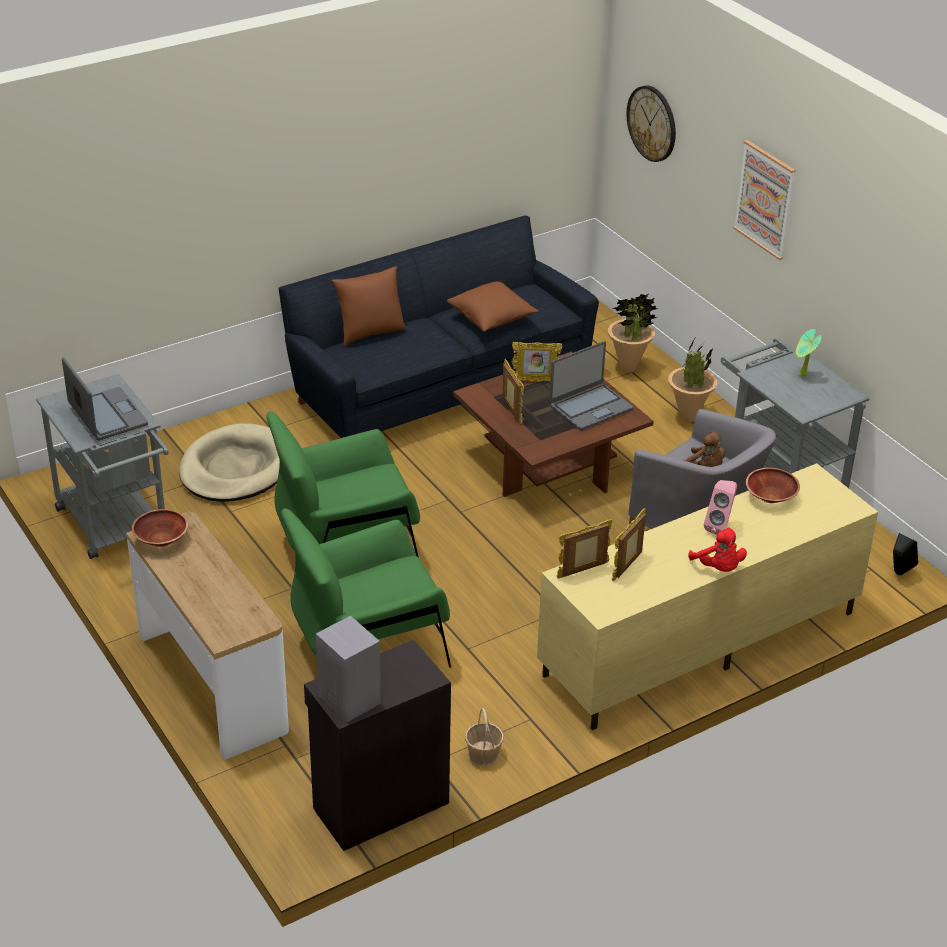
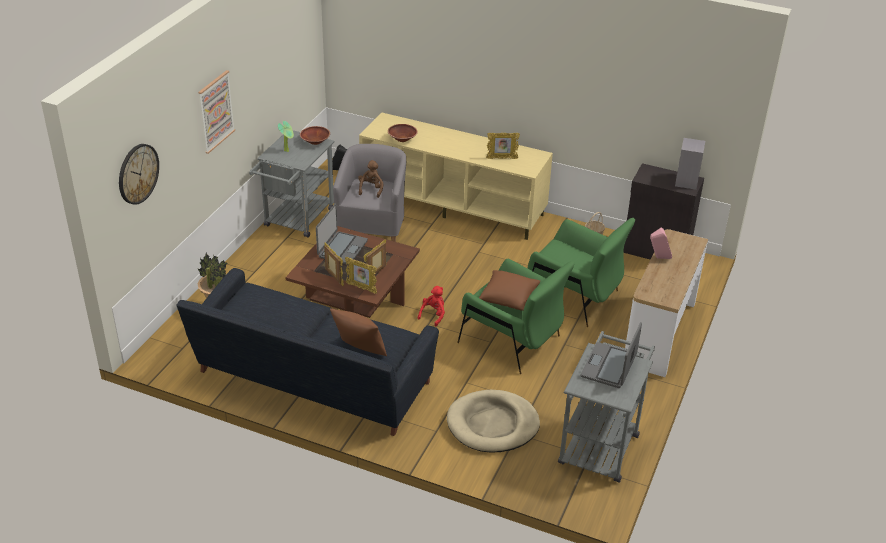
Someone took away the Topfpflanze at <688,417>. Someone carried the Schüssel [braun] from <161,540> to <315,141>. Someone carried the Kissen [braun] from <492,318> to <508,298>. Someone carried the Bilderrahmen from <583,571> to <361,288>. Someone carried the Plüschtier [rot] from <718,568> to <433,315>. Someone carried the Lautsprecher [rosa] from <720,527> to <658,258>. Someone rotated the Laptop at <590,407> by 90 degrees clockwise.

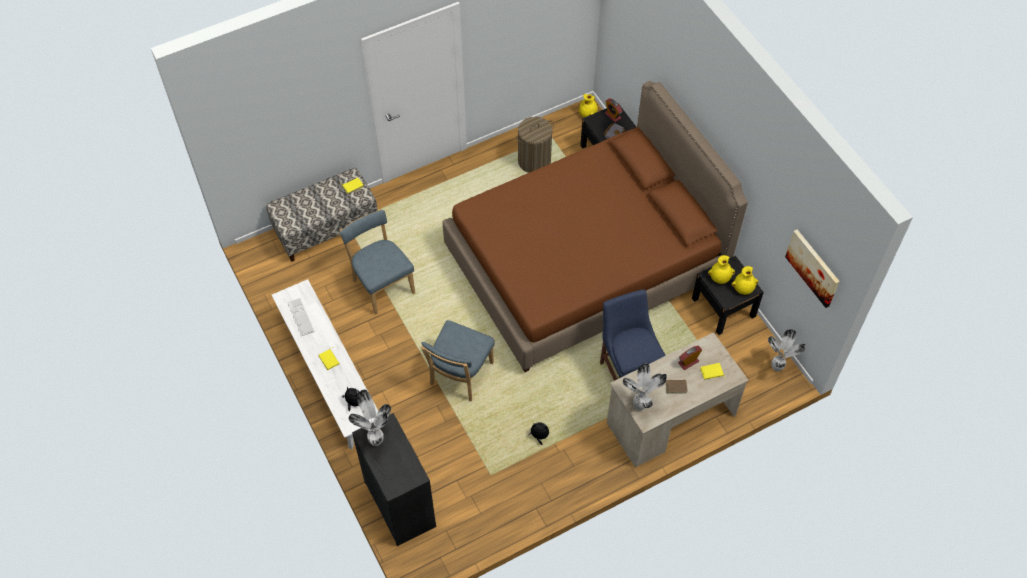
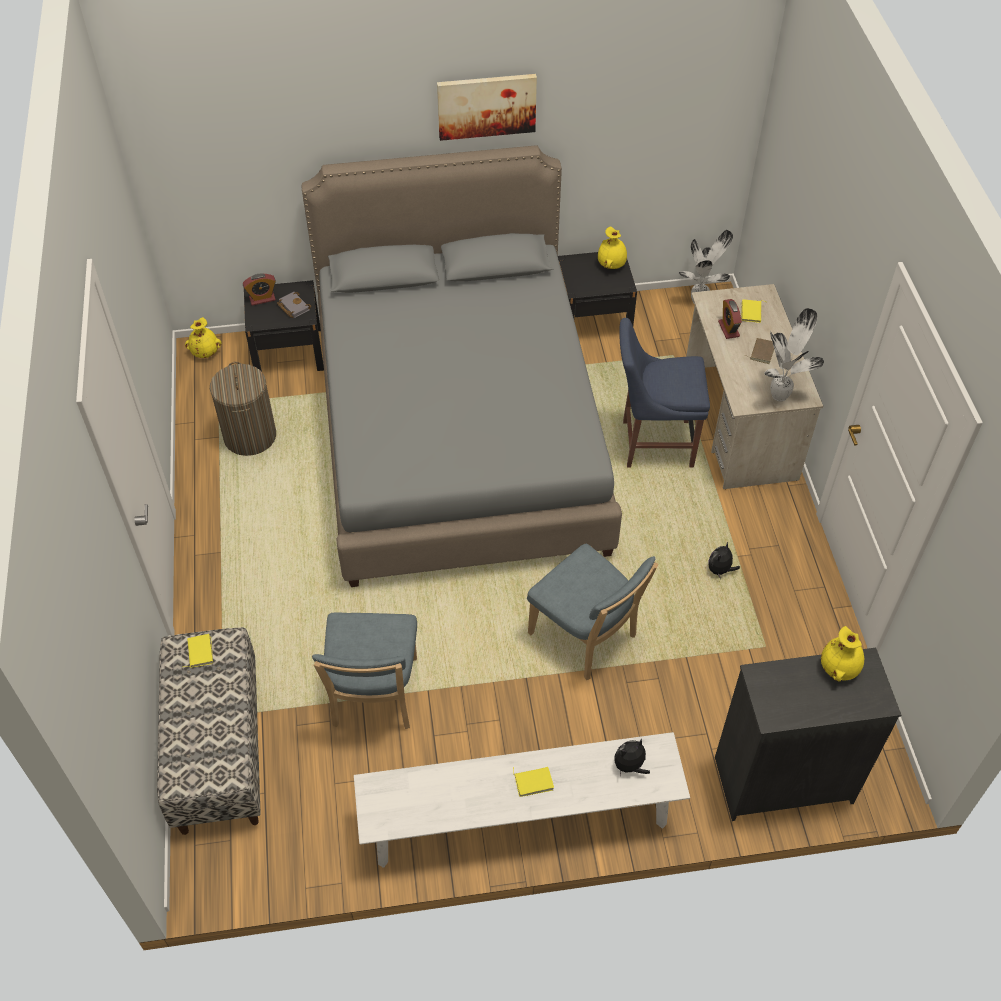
Someone took away the Tastatur at <300,317>. Someone took away the Topfpflanze at <375,439>. Someone carried the Vase [gelb] from <720,278> to <839,668>. Someone carried the Bild from <813,267> to <486,105>. Someone repainted the Bett [braun] at <584,263>, which became the Bett [grau] at <458,434>. Someone rotated the Stuhl [blau] at <382,285> by 75 degrees counterclockwise.

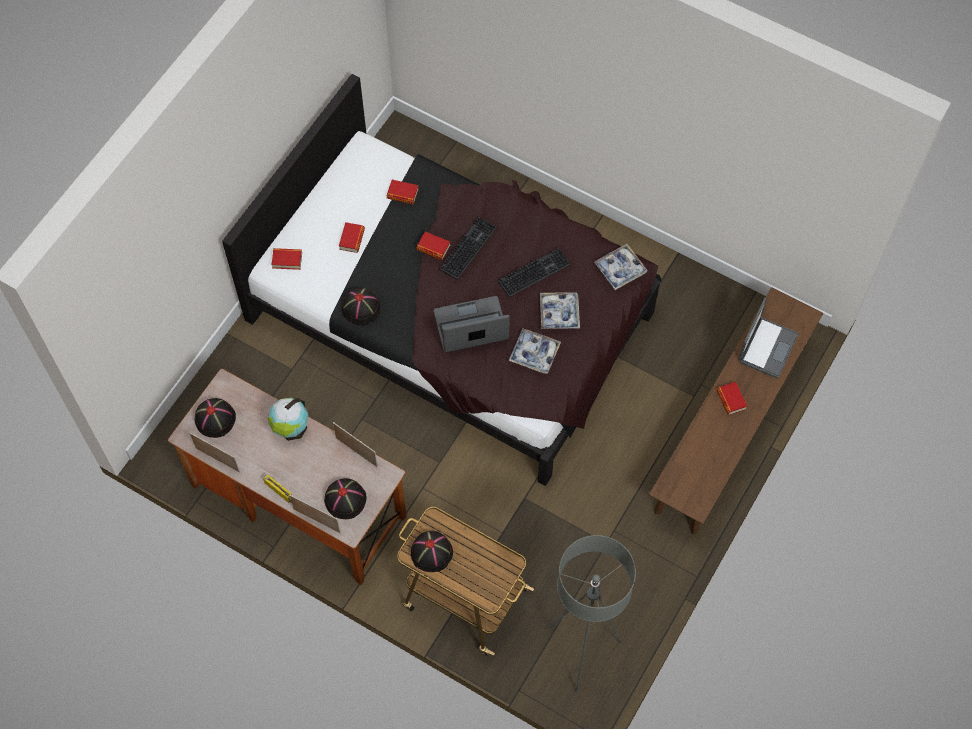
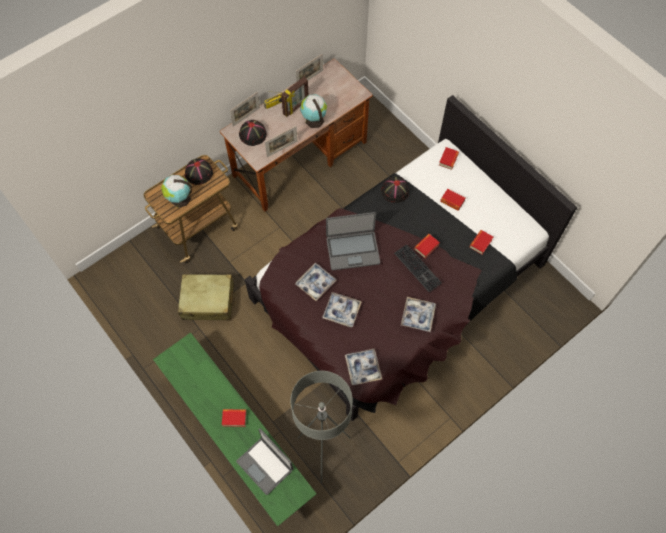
Someone took away the Hut [schwarz] at <215,418>. Someone took away the Tastatur at <534,271>. Someone put down the Globus at <179,199>. Someone put down the Koffer [beige] at <208,301>. Someone put down the Bilderrahmen at <296,107>. Someone put down the Tablett at <418,316>. Someone carried the Stehlampe [grau] from <581,652> to <324,452>. Someone repainted the Bank [braun] at <729,428>, which became the Bank [grün] at <237,436>. Someone rotated the Laptop at <471,327> by 75 degrees clockwise.

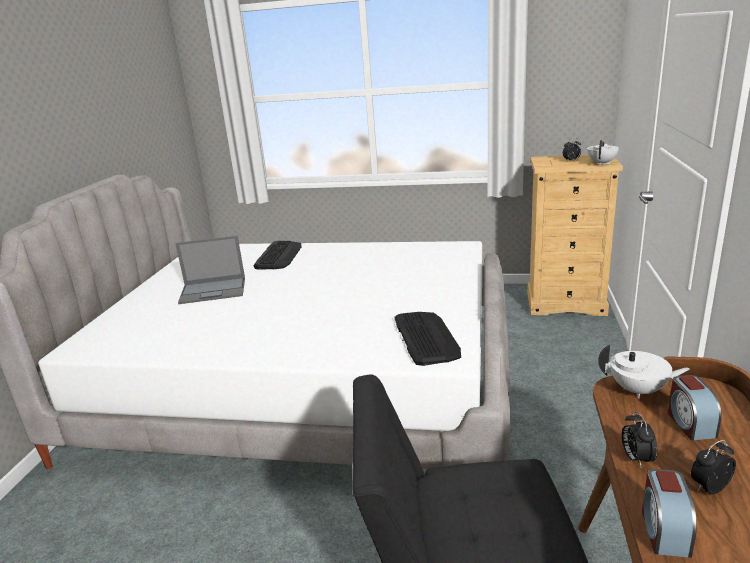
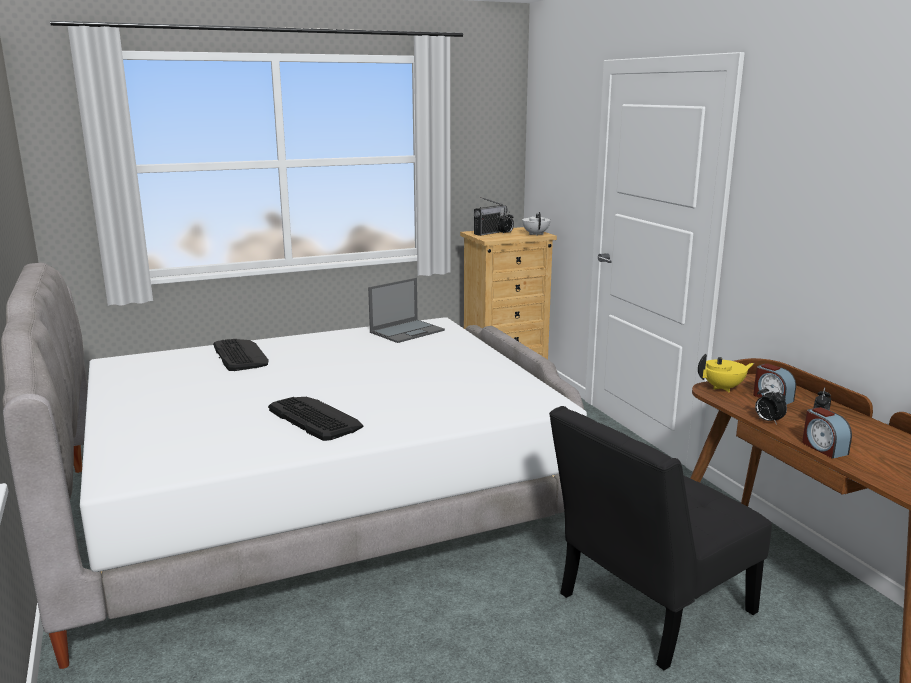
Someone put down the Radio at <489,233>. Someone carried the Laptop from <214,290> to <407,331>. Someone carried the Tastatur from <426,337> to <314,418>. Someone repainted the Teekanne [weiß] at <638,390>, which became the Teekanne [gelb] at <723,388>.

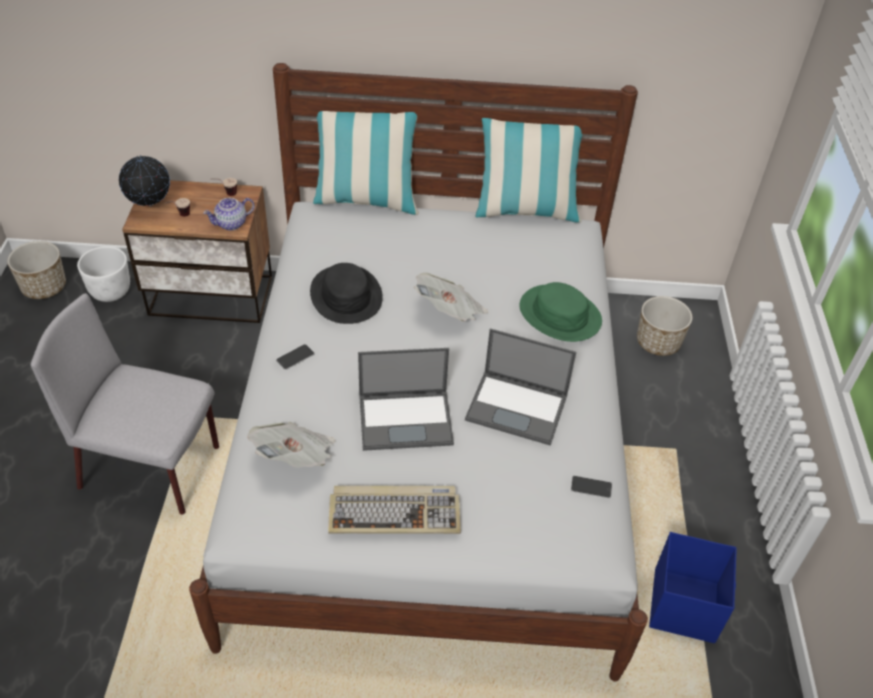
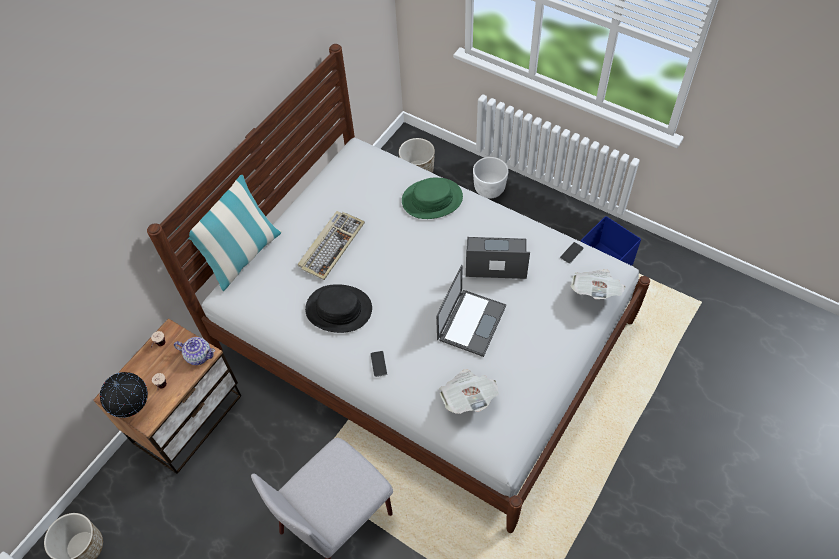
Someone took away the Kissen at <525,210>. Someone carried the Pflanzkübel [weiß] from <111,292> to <489,190>. Someone carried the Tastatur from <395,512> to <331,245>. Someone carried the Zeitung from <450,312> to <595,291>. Someone rotated the Teekanne at <231,223> by 75 degrees counterclockwise. Someone rotated the Laptop at <518,407> by 135 degrees counterclockwise.

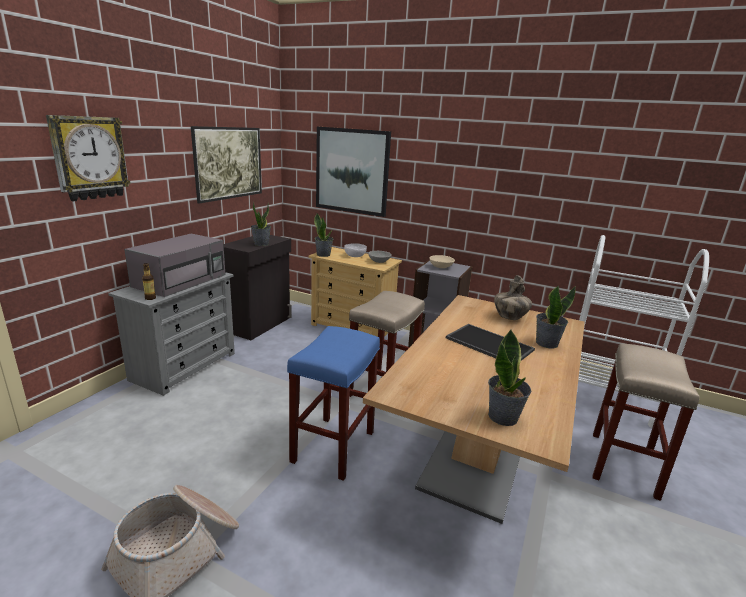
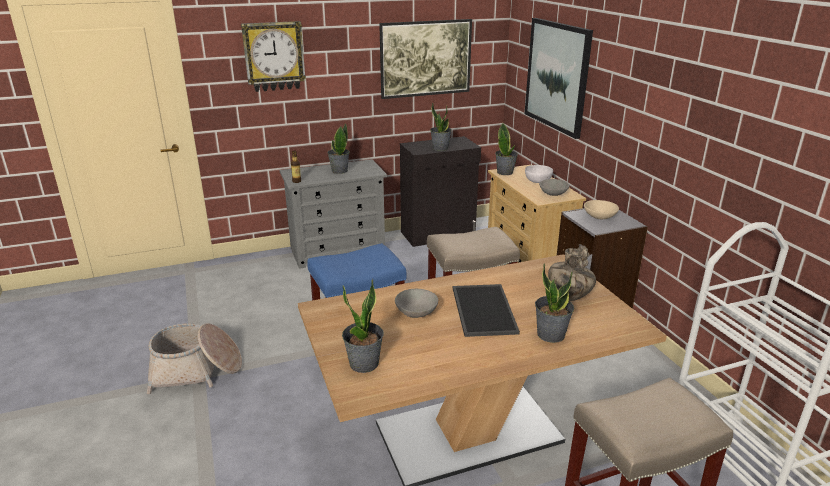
Someone put down the Schüssel [grau] at <416,312>. Someone swapped the Mikrowelle [grau] at <181,280> for the Topfpflanze at <339,171>.

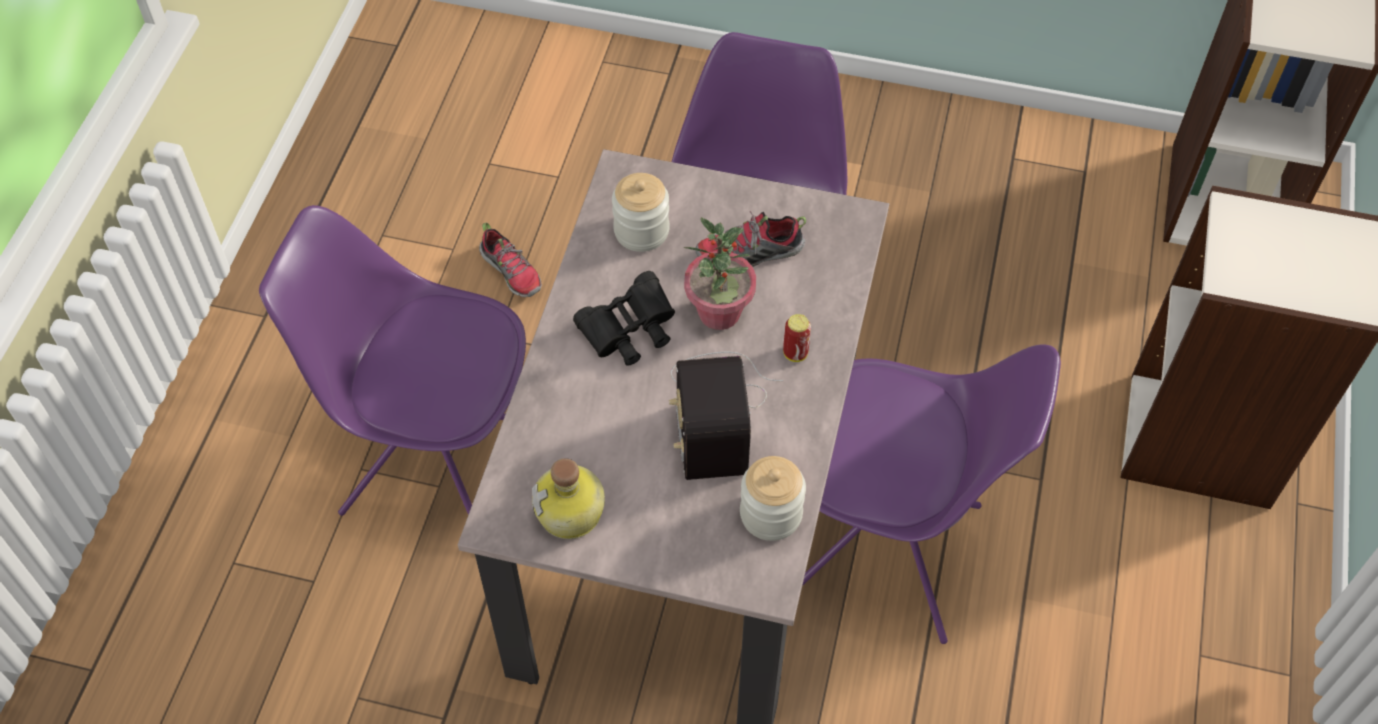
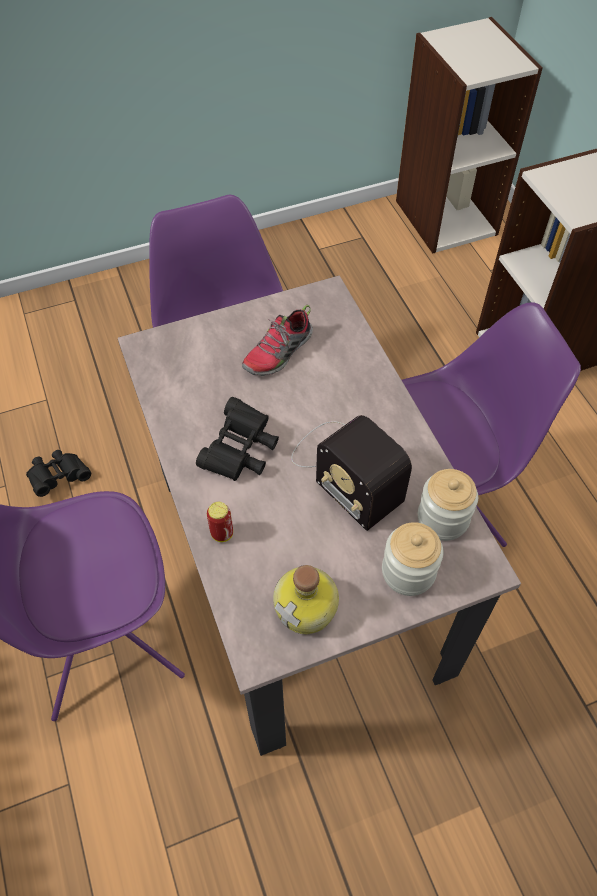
Someone took away the Topfpflanze at <719,313>. Someone carried the Vorratsglas from <641,231> to <408,571>. Someone carried the Dose from <795,353> to <222,533>. Someone swapped the Schuh at <512,271> for the Fernglas [schwarz] at <59,477>.

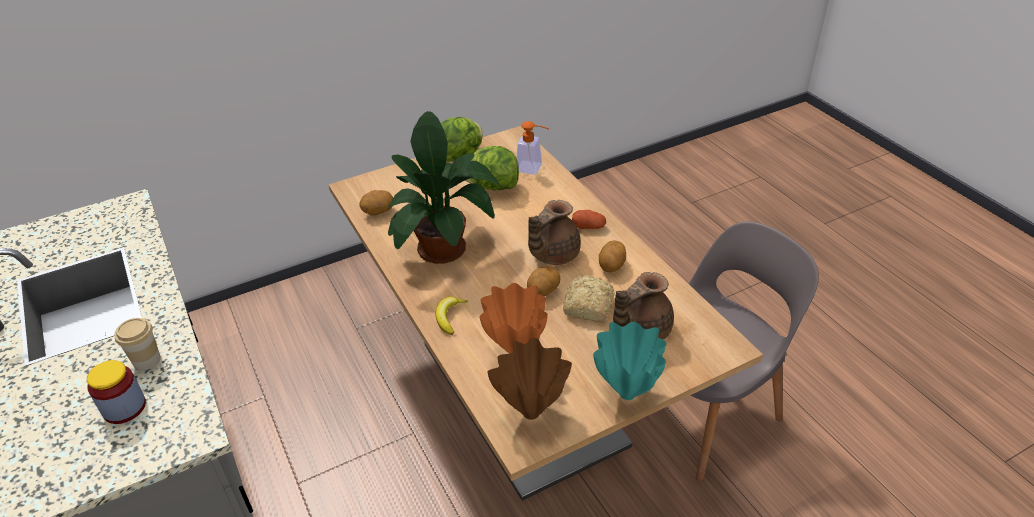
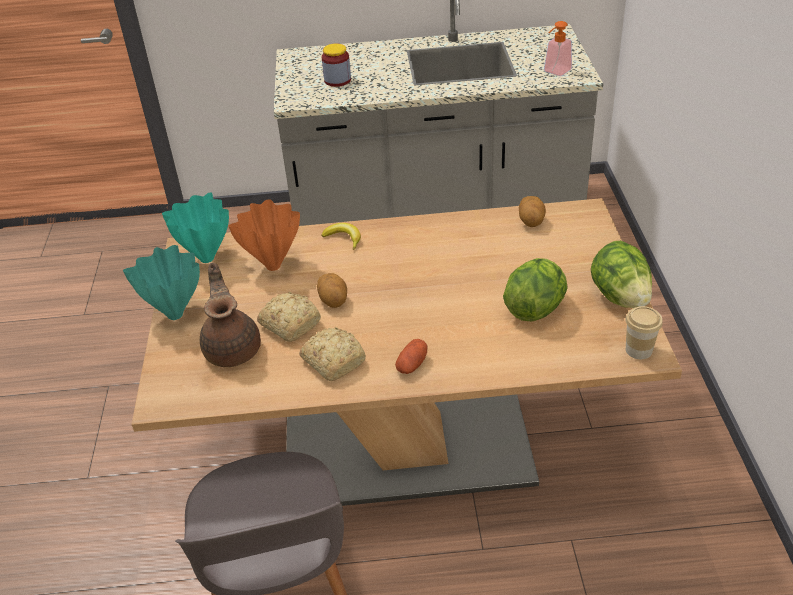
Someone took away the Topfpflanze at <444,245>. Someone took away the Teekanne [braun] at <552,254>. Someone carried the Tasse from <147,360> to <638,350>. Someone carried the Seifenspender from <533,169> to <555,72>. Someone swapped the Kartoffel at <612,266> for the Brot at <333,360>. Someone repainted the Vase [braun] at <532,412>, which became the Vase [türkis] at <206,259>.

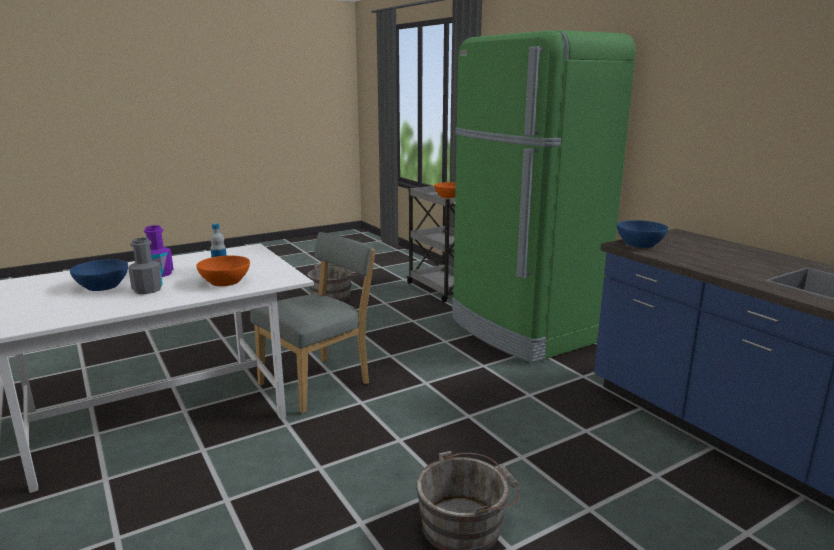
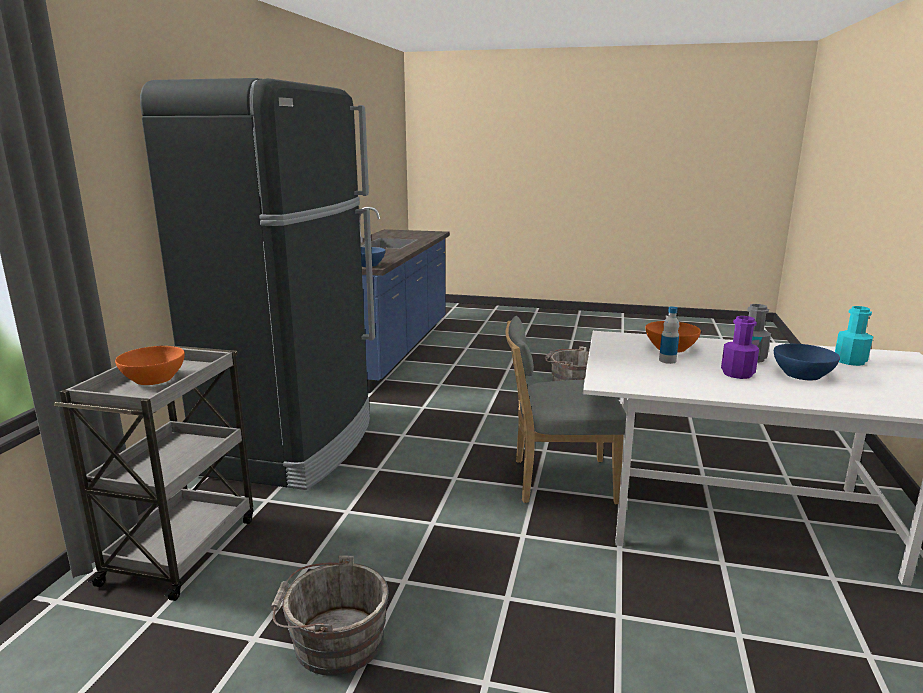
Someone put down the Flasche [türkis] at <850,361>. Someone repainted the Kühlschrank [grün] at <523,330>, which became the Kühlschrank [schwarz] at <292,446>.

